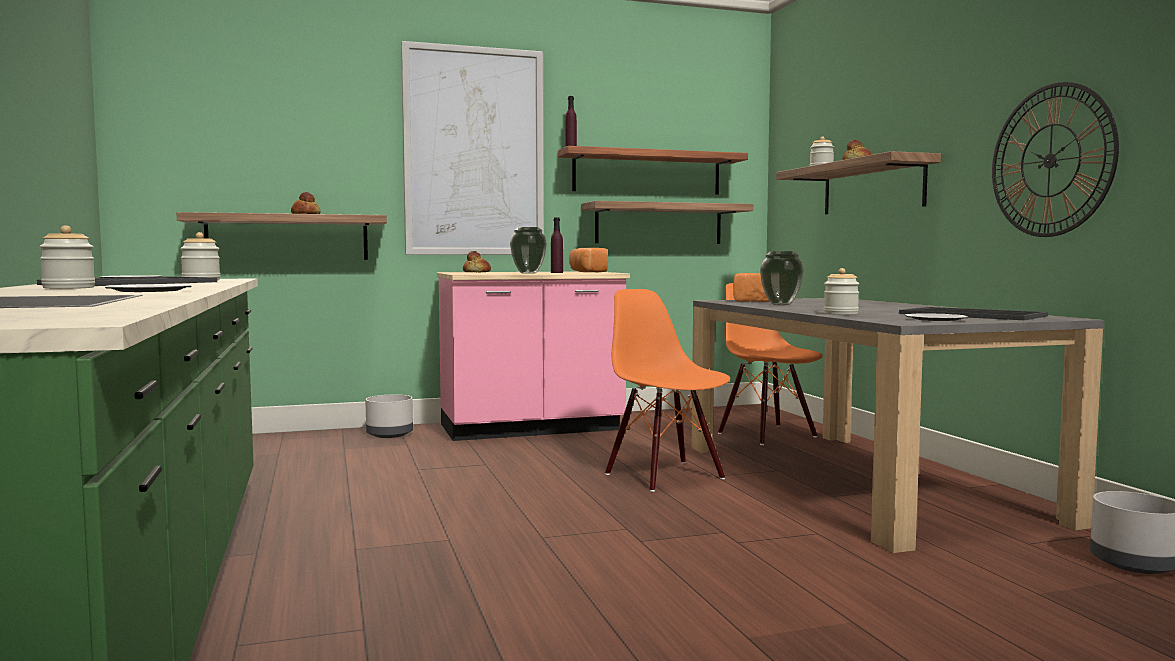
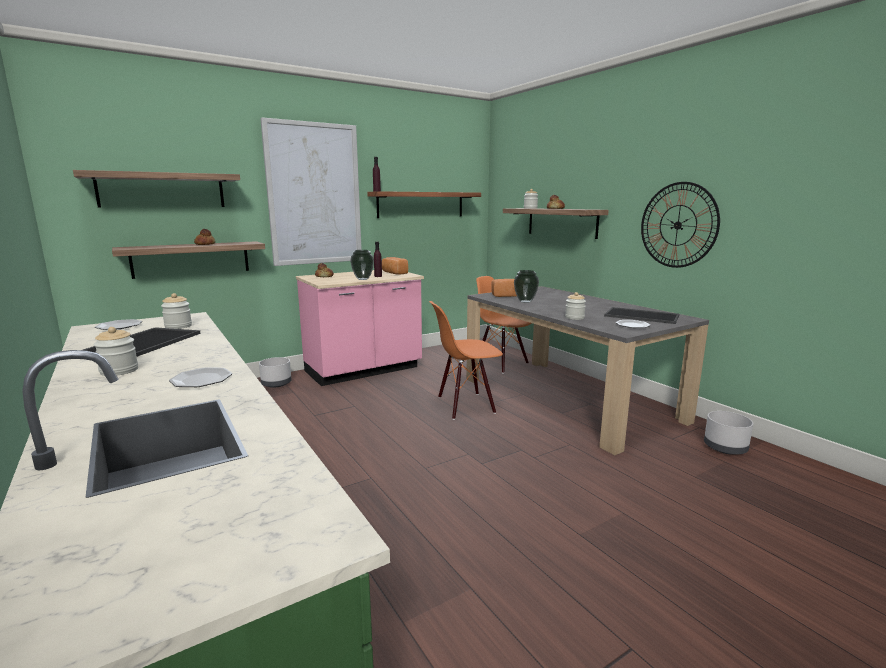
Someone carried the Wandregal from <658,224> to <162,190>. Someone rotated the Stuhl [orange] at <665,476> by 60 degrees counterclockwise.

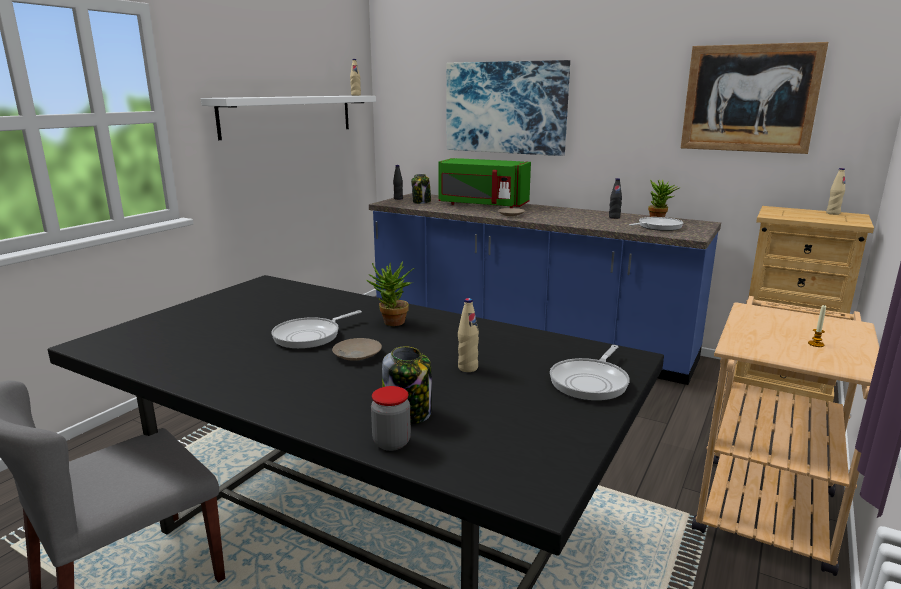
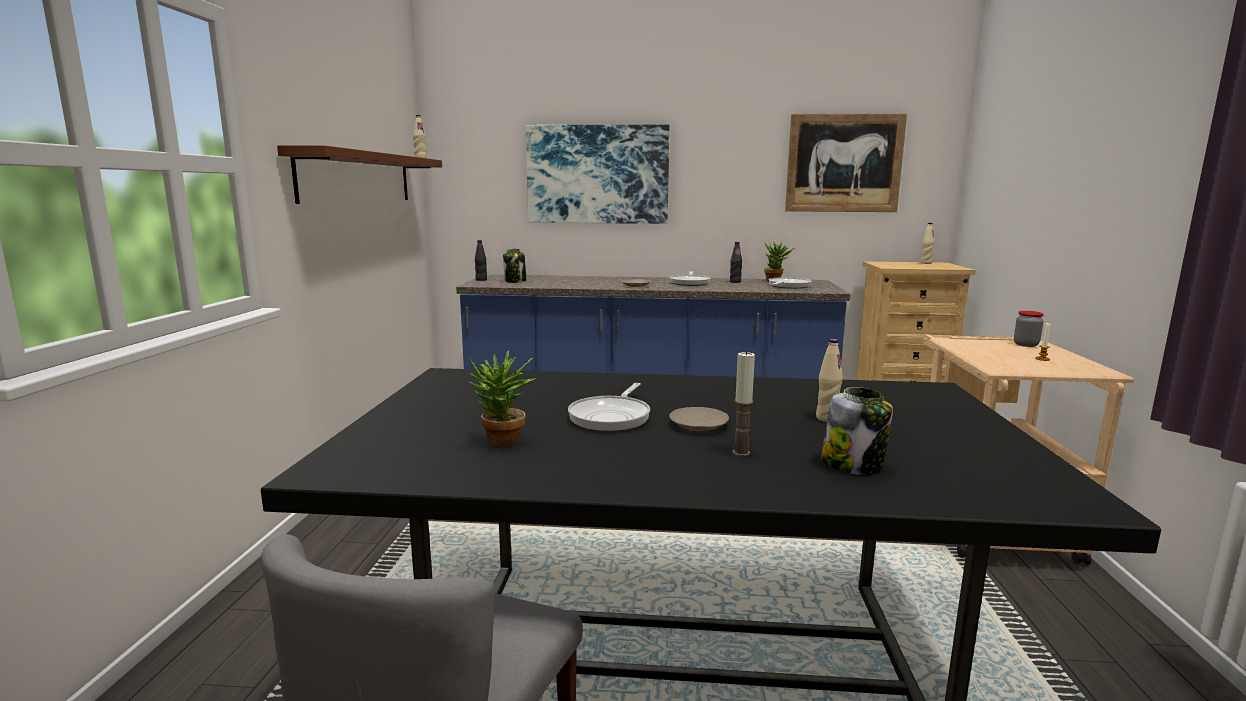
Someone took away the Mikrowelle [grün] at <482,205>. Someone put down the Kerze at <741,452>. Someone carried the Topfpflanze from <391,323> to <502,444>. Someone carried the Vorratsglas from <391,442> to <1026,345>. Someone carried the Pfanne from <591,382> to <690,282>. Someone repainted the Wandregal [weiß] at <289,115>, which became the Wandregal [braun] at <358,178>.

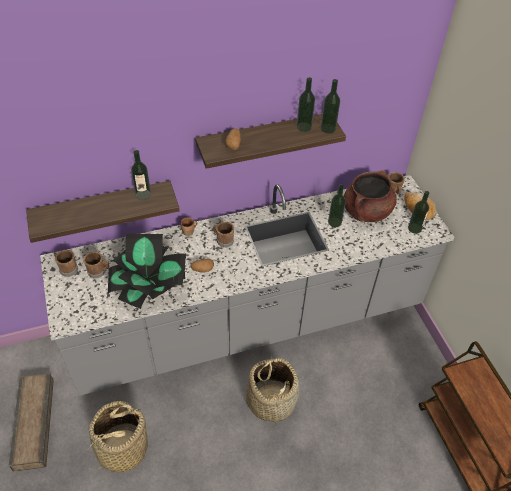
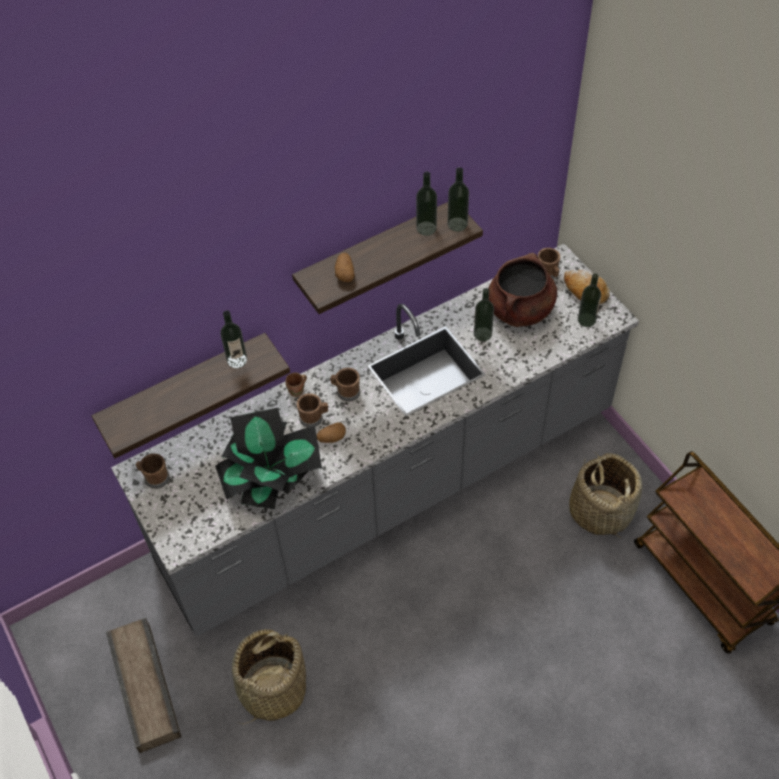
Someone carried the Henkelbecher [braun] from <99,271> to <314,418>. Someone carried the Korb from <271,400> to <600,510>.

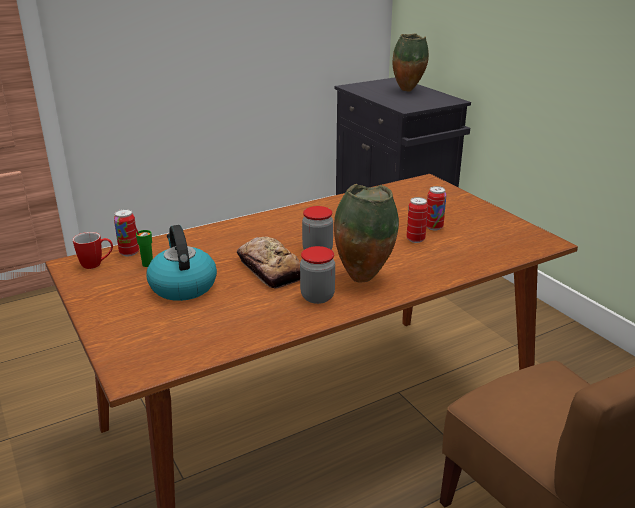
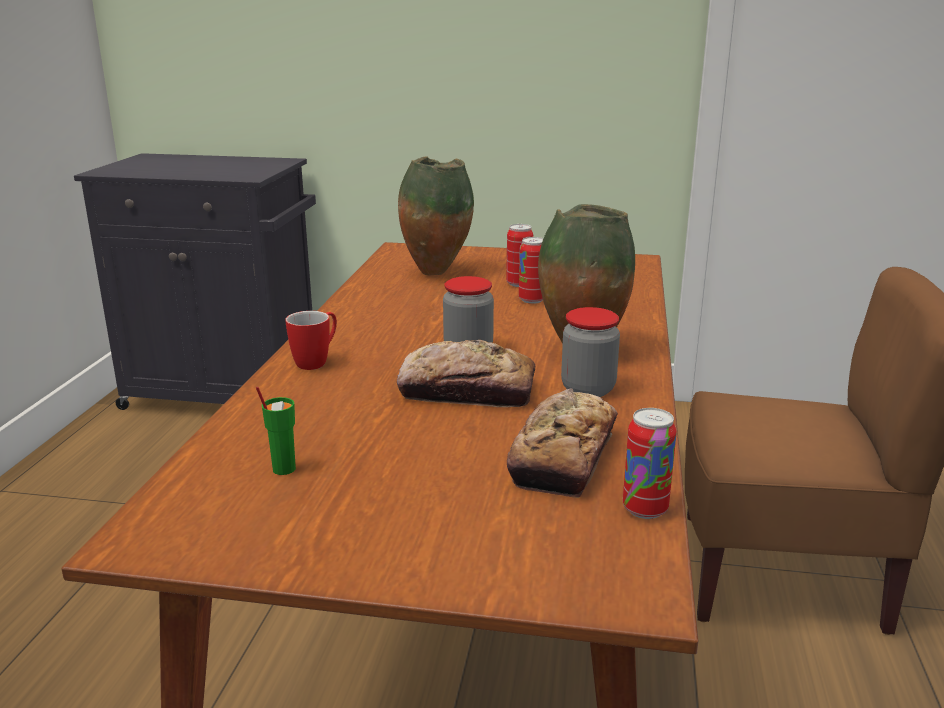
Someone took away the Wasserkessel at <182,286>. Someone put down the Brot at <563,456>. Someone carried the Henkelbecher from <97,264> to <317,361>. Someone carried the Dose from <129,253> to <645,509>. Someone carried the Vase from <408,91> to <436,273>.

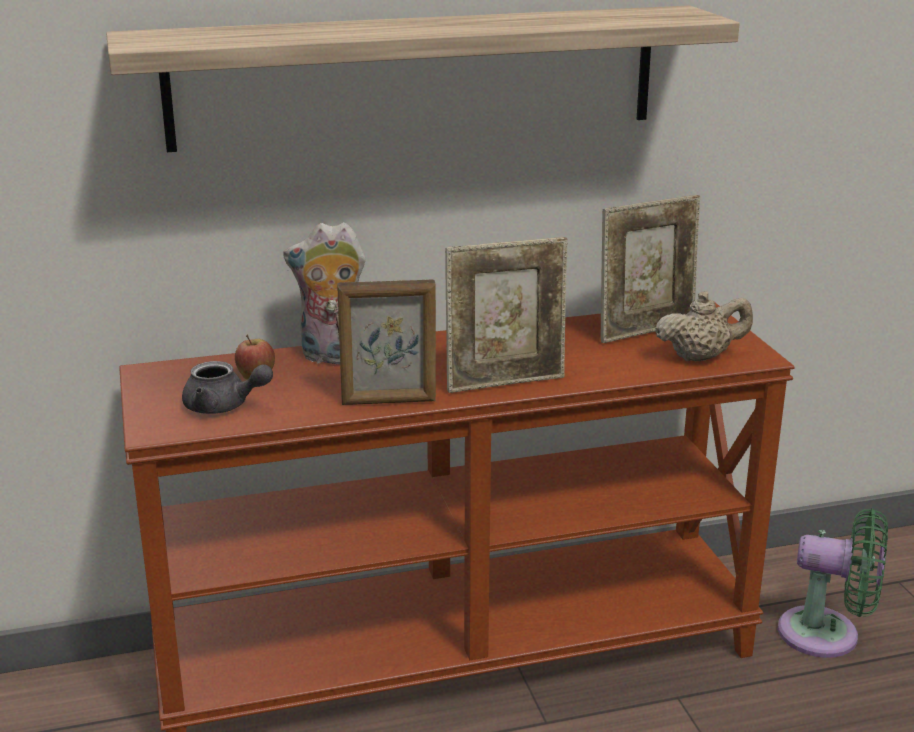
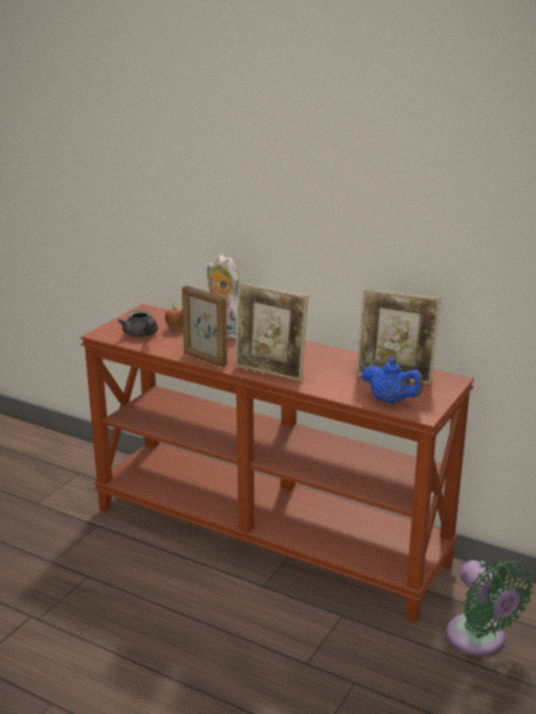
Someone took away the Wandregal at <416,77>. Someone repainted the Teekanne [beige] at <700,357>, which became the Teekanne [blau] at <391,401>.

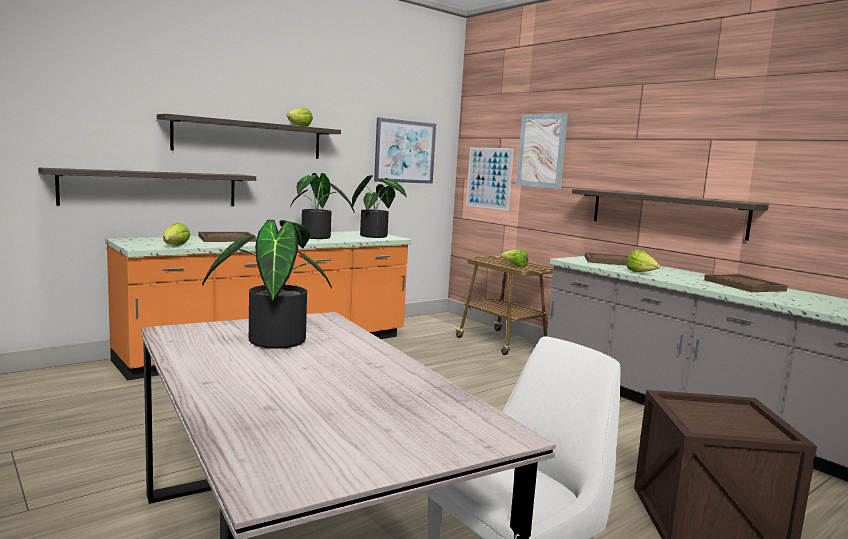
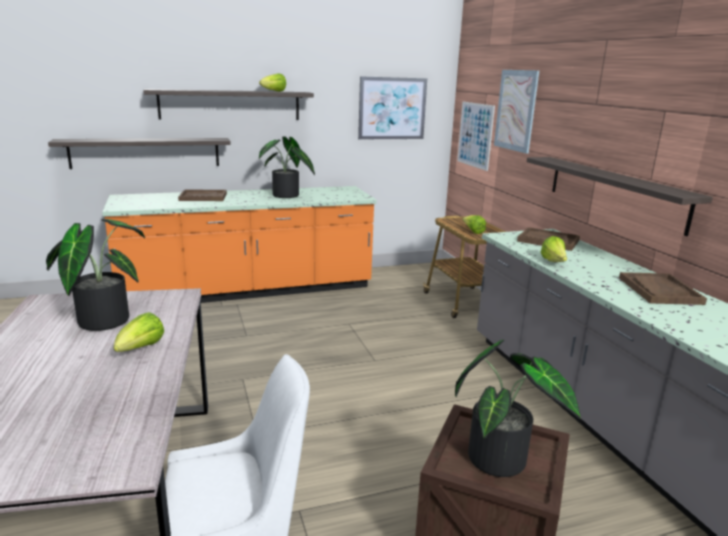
Someone carried the Salatkopf from <175,246> to <140,349>. Someone carried the Topfpflanze from <376,236> to <503,457>.

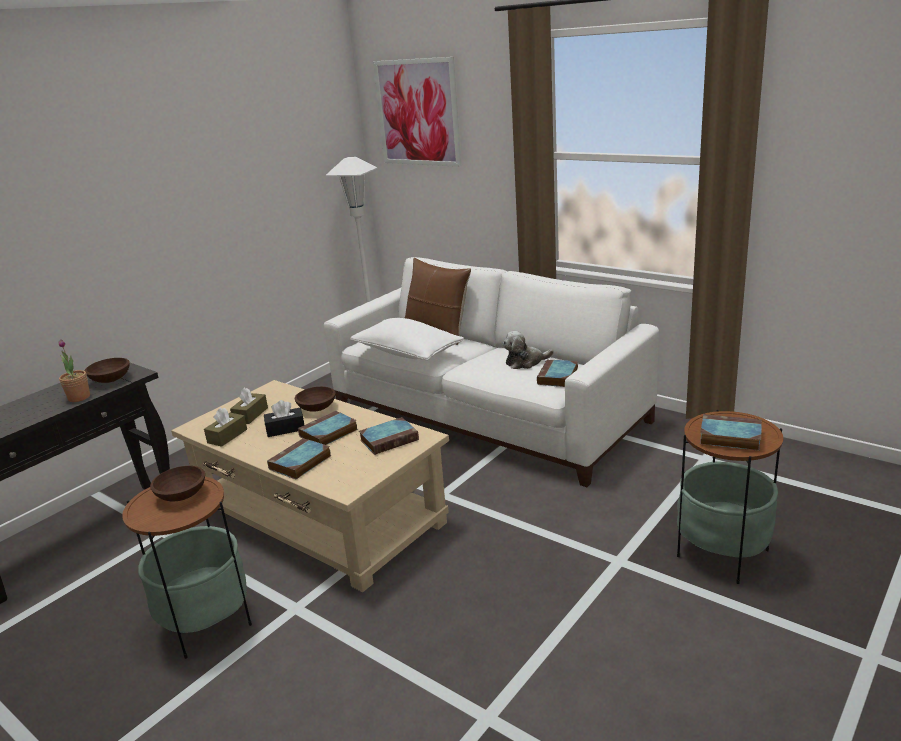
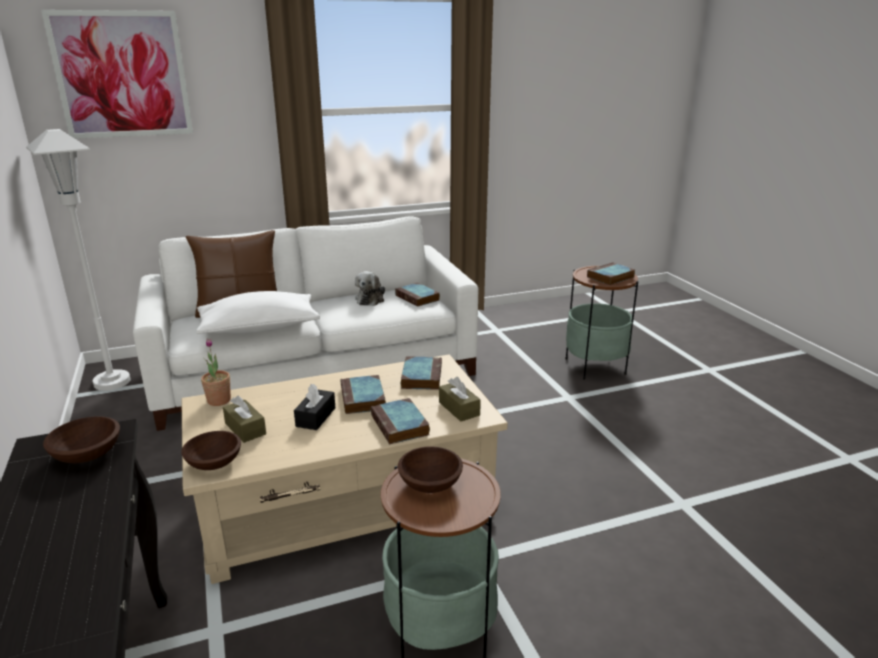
Someone carried the Topfpflanze from <79,397> to <219,400>. Someone carried the Taschentuchbox [braun] from <227,436> to <459,409>. Someone carried the Schüssel [braun] from <317,408> to <213,463>.

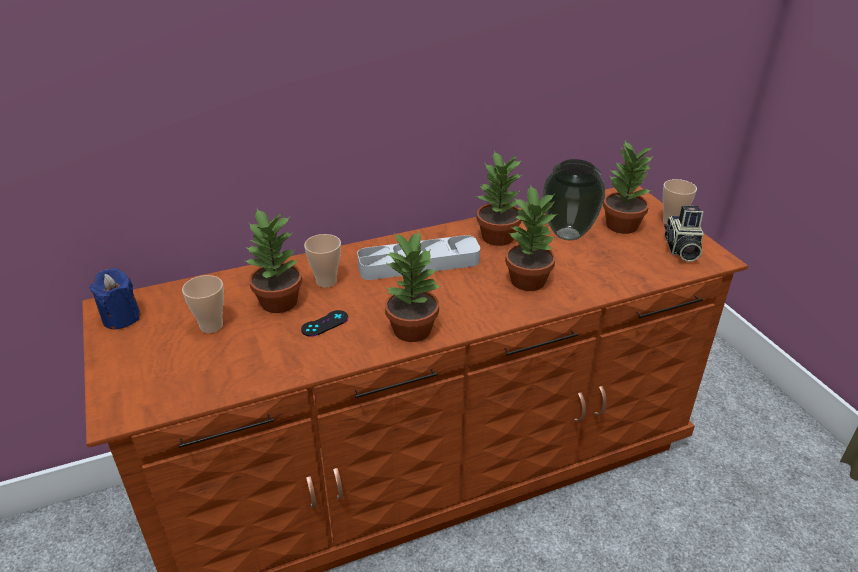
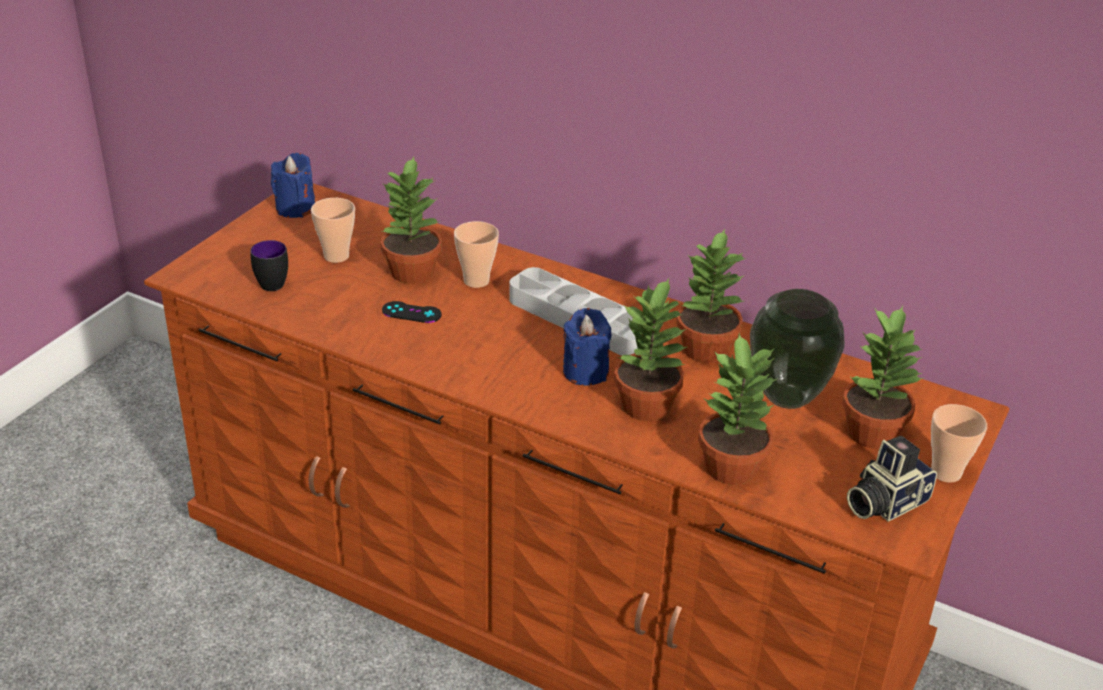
Someone put down the Henkelbecher at <273,281>. Someone put down the Kerze [blau] at <585,372>. Someone carried the Topfpflanze from <412,329> to <732,467>.

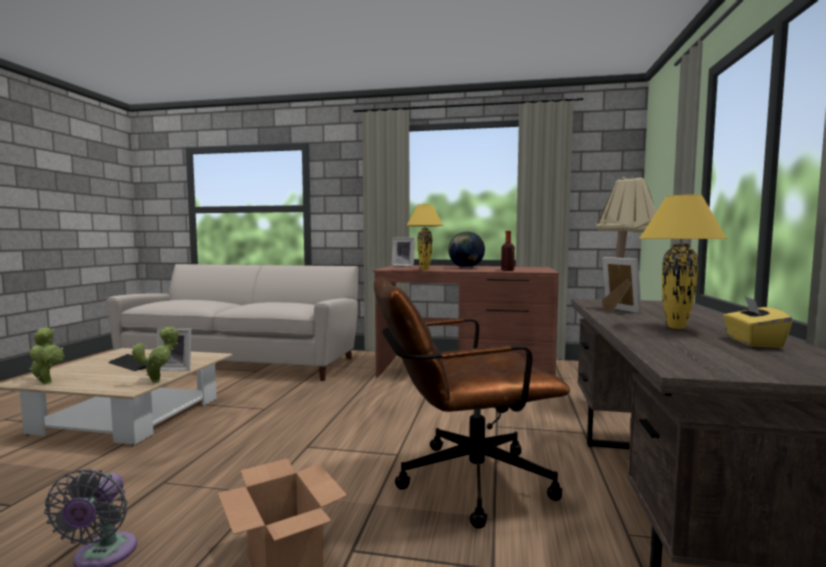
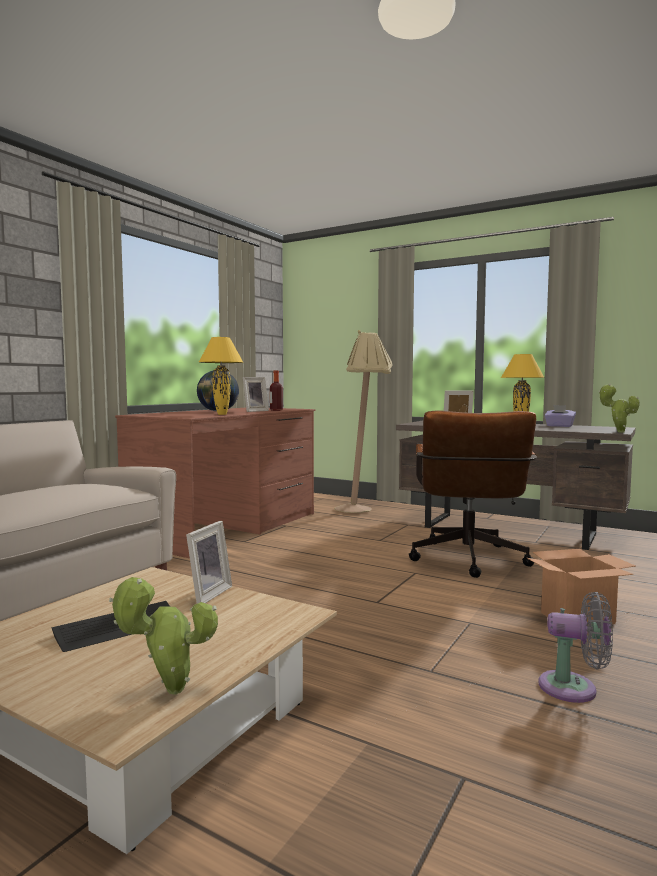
Someone carried the Topfpflanze from <159,381> to <618,432>. Someone carried the Bilderrahmen from <404,266> to <254,411>. Someone repainted the Taschentuchbox [gelb] at <753,342>, which became the Taschentuchbox [lila] at <559,426>.

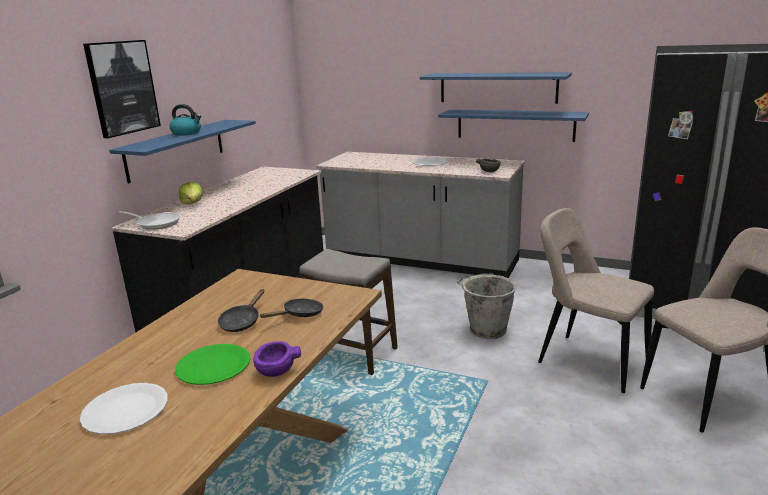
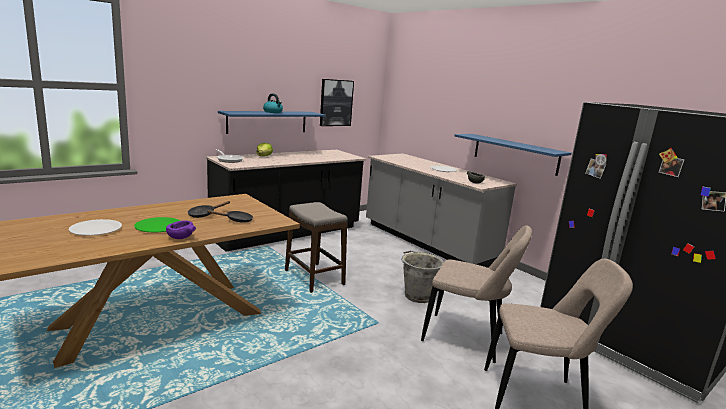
Someone took away the Wandregal [blau] at <497,88>. Someone carried the Bild from <122,87> to <336,103>. Someone rotated the Stuhl [beige] at <587,360> by 135 degrees clockwise.

